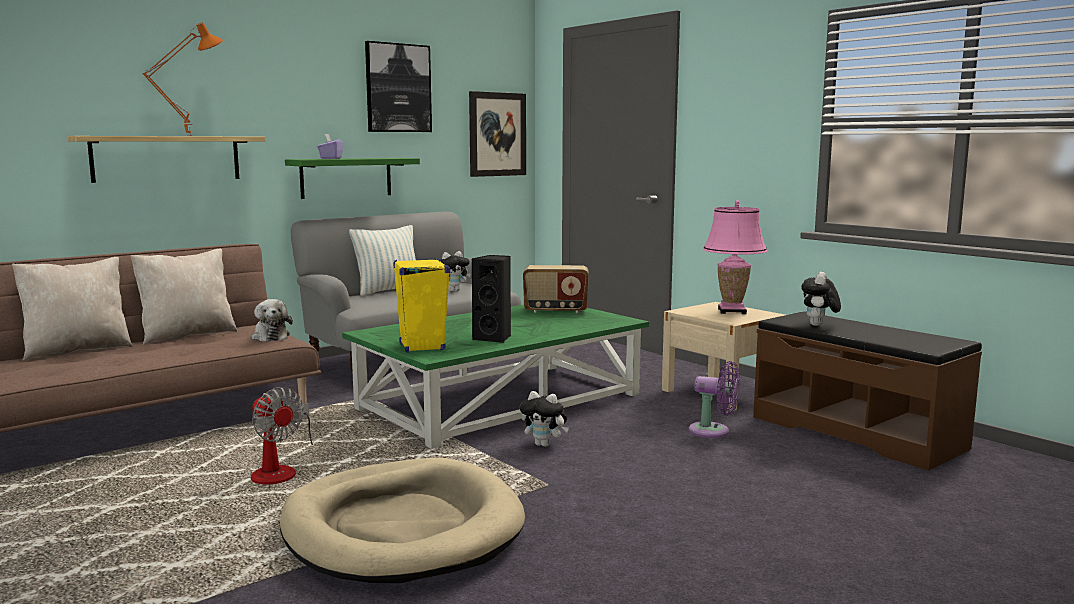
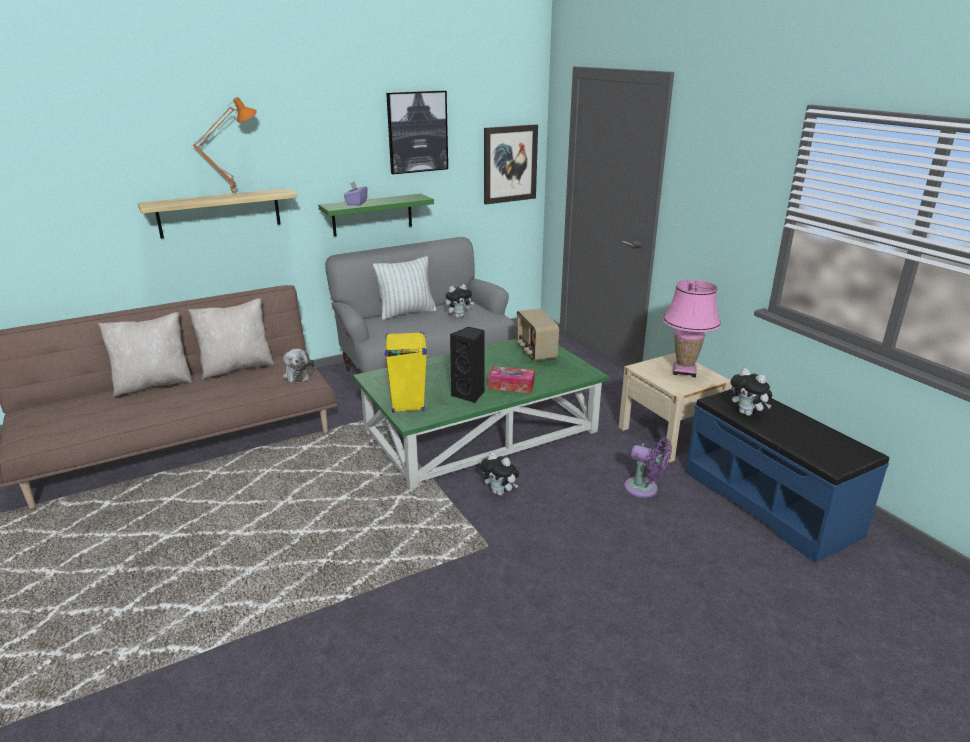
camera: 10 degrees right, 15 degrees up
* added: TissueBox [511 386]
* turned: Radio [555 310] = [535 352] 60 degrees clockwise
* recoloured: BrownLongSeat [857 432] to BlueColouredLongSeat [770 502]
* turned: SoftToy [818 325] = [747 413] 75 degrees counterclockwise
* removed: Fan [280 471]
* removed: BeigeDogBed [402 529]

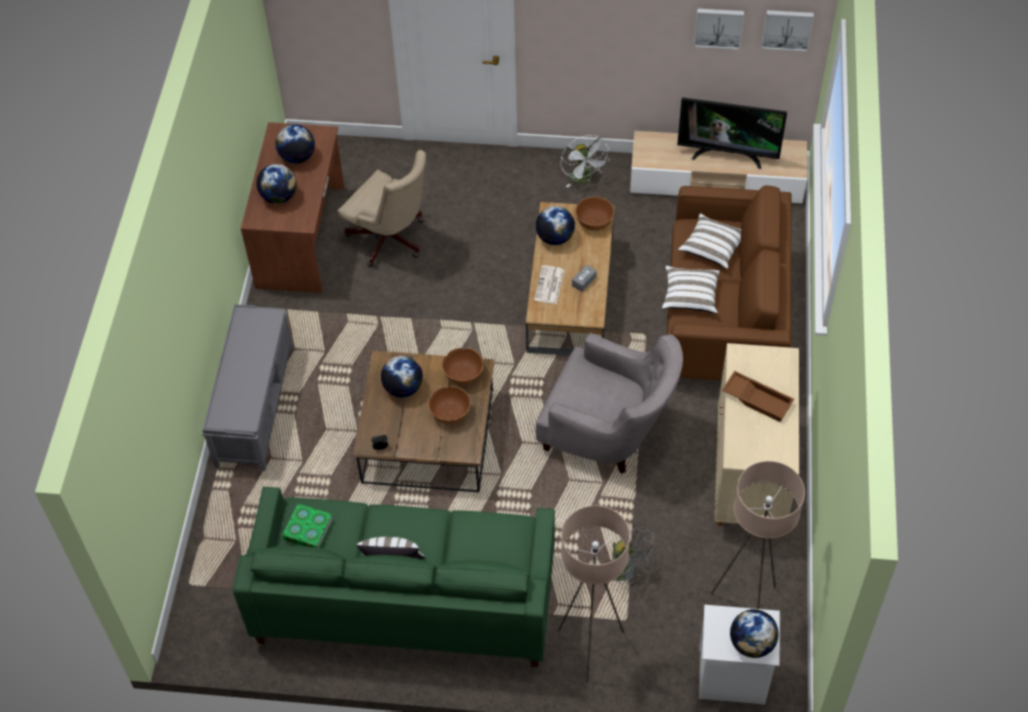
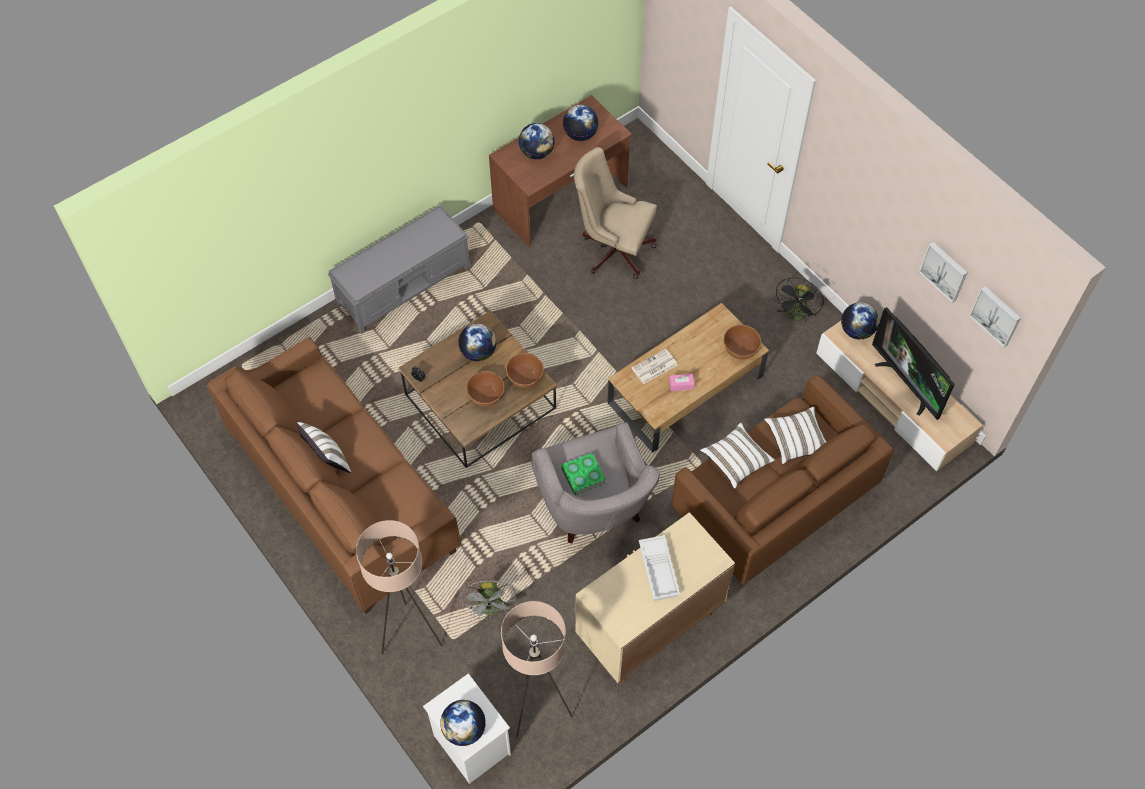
camera: 45 degrees right, 5 degrees up
* recoloured: GreenColouredCouch [404 599] to BrownCouch [343 493]
* moved: BoundBook [308 529] to [583 476]
* turned: BeigeOfficeChair [391 241] = [613 249] 120 degrees clockwise
* recoloured: BrownServingTray [758 399] to WhiteServingTray [659 570]
* recoloured: GreyishTissueBox [584 281] to PinkishTissueBox [681 385]
* recoloured: WhiteFan [584 179] to BlackishFan [796 315]
* moved: DeskGlobe [555 238] to [857 331]

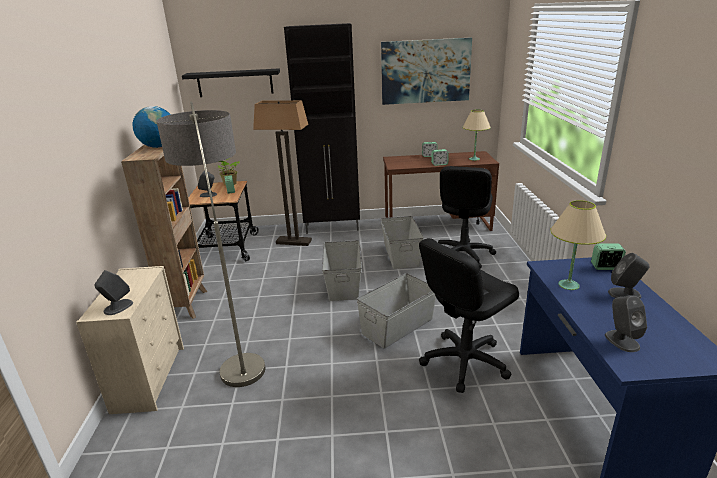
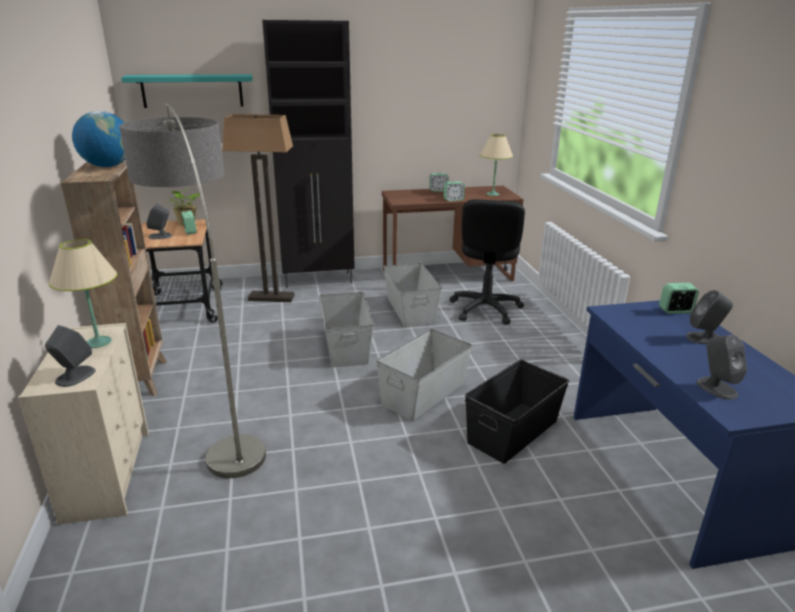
camera: 10 degrees left, 0 degrees up
* moved: BeigeTableLamp [568 285] to [99 342]
* recoloured: BlackishBracketShelf [235 83] to TurquoiseBracketShelf [192 91]
* replaced: BlackishOfficeChair [464 362] to BlackishStorageBin [512 431]
* removed: Picture [425 71]

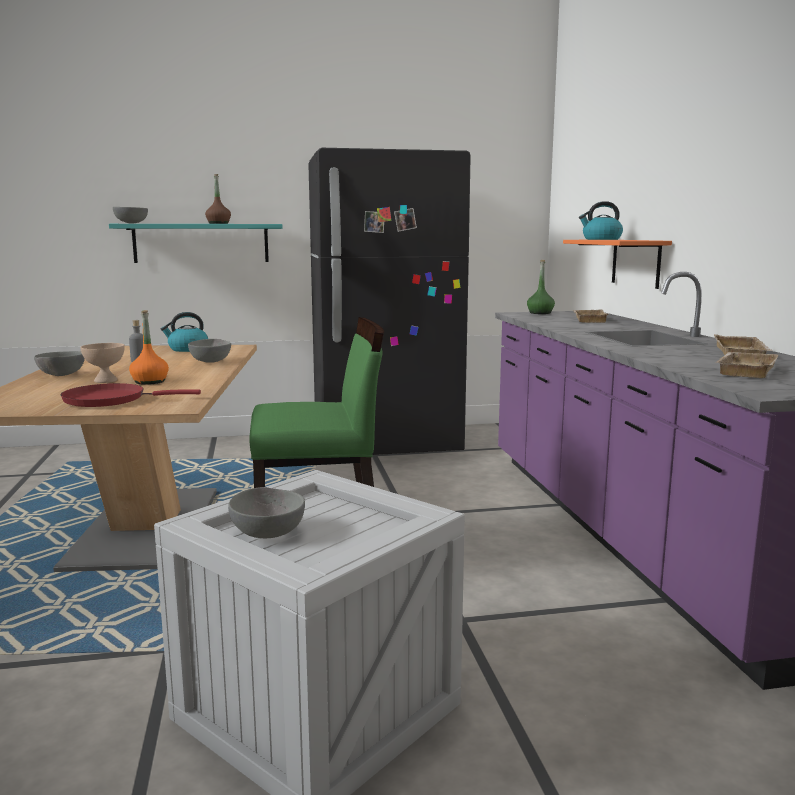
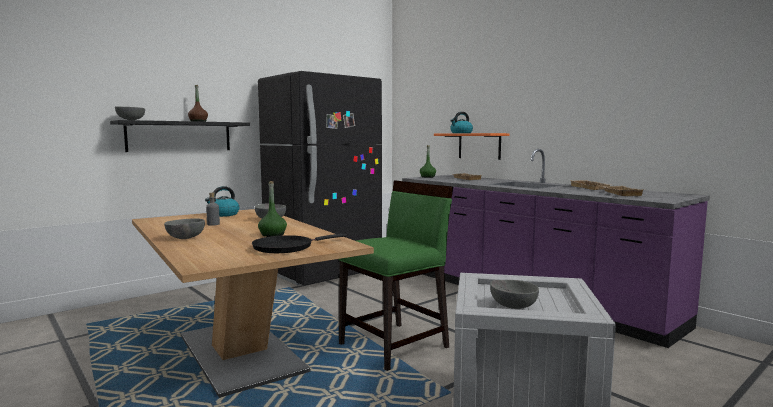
camera: 30 degrees left, 5 degrees down
* recoloured: TurquoiseBracketShelf [201 243] to BlackishBracketShelf [179 136]
* recoloured: RedSkillet [110 400] to BlackishSkillet [286 247]
* recoloured: OrangeDrinkBottle [150 382] to GreenColouredDrinkBottle [272 235]
* removed: BeigeServingBowl [106 381]

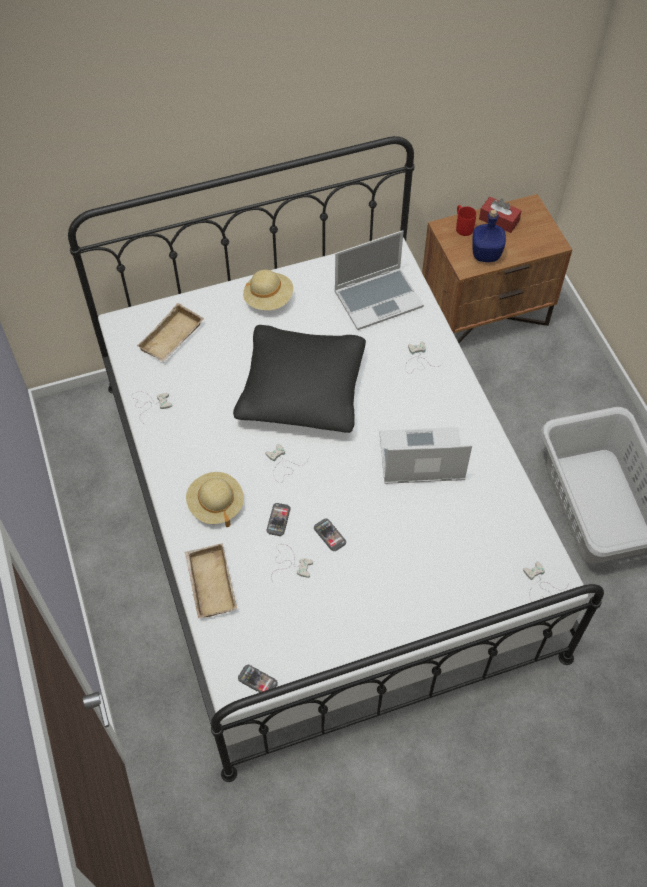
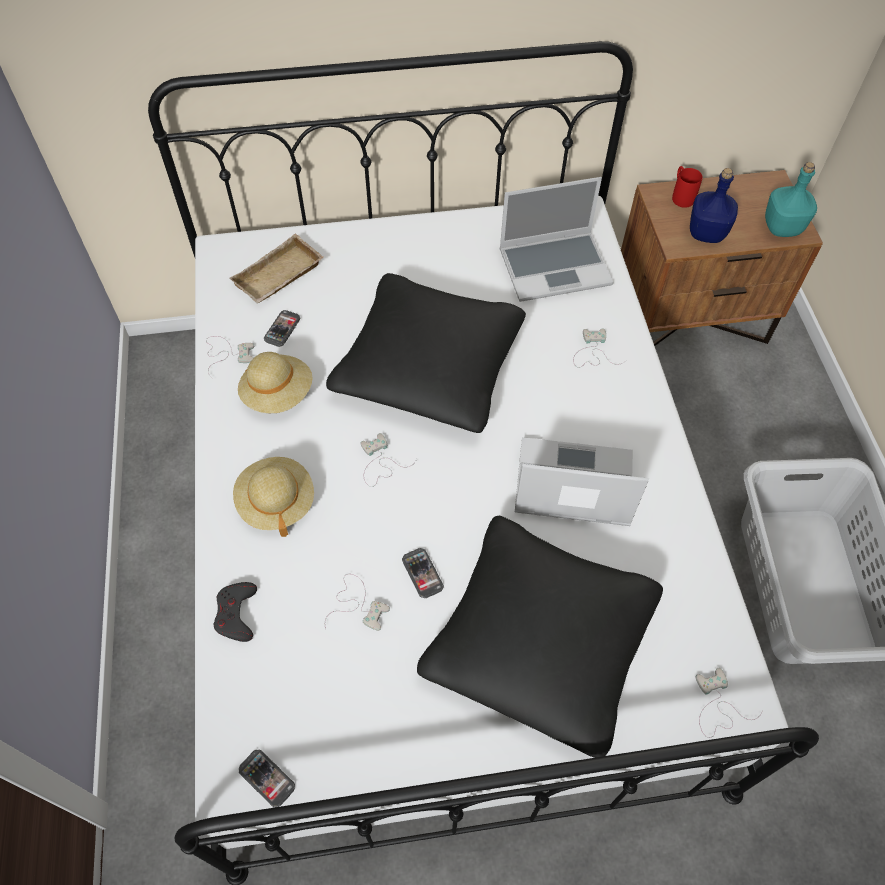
camera: 10 degrees right, 0 degrees up
* replaced: BeigeServingTray [209 583] to GreyishGamepad [236 614]
* moved: BeigeClothingHat [268 299] to [278 394]
* moved: Phone [278 520] to [282 329]
* added: BlackishPillow [540 641]
* added: TurquoiseDrinkBottle [783 227]
* removed: RedTissueBox [499 220]

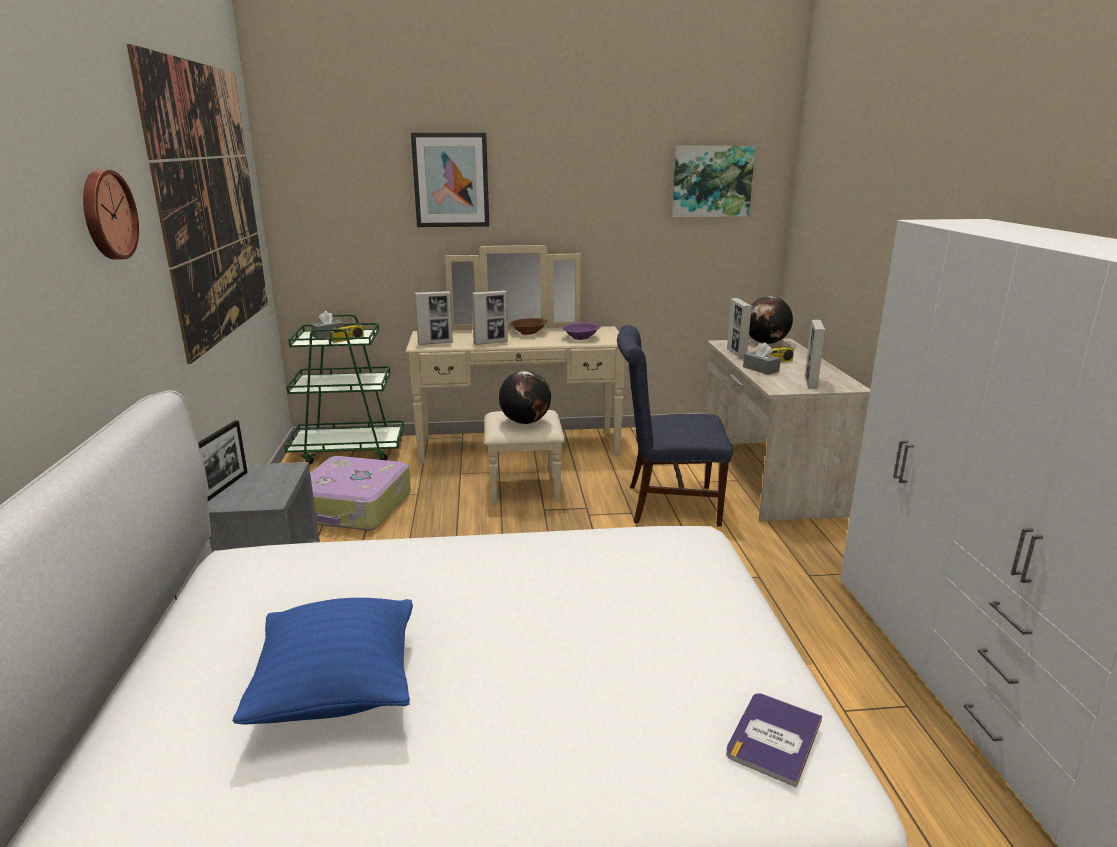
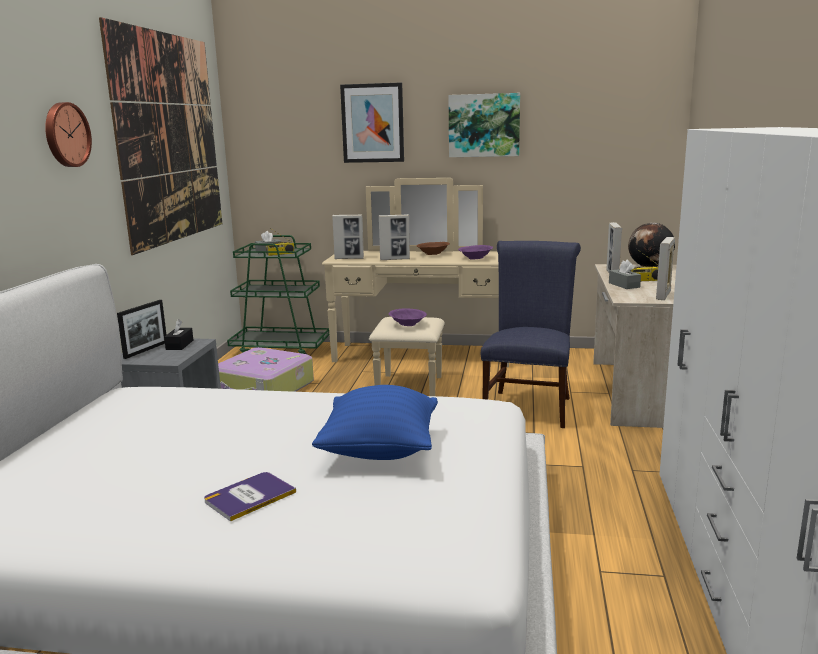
camera: 15 degrees right, 5 degrees down
* added: BlackishTissueBox [179 345]
* moved: BoundBook [774 738] to [249 496]
* moved: BlueColouredPillow [337 691] to [380 451]
* replaced: DeskGlobe [525 422] to PurpleServingBowl [407 324]
* moved: Picture [711 181] to [484 125]
* turned: BlueColouredChair [665 504] = [528 406] 90 degrees clockwise

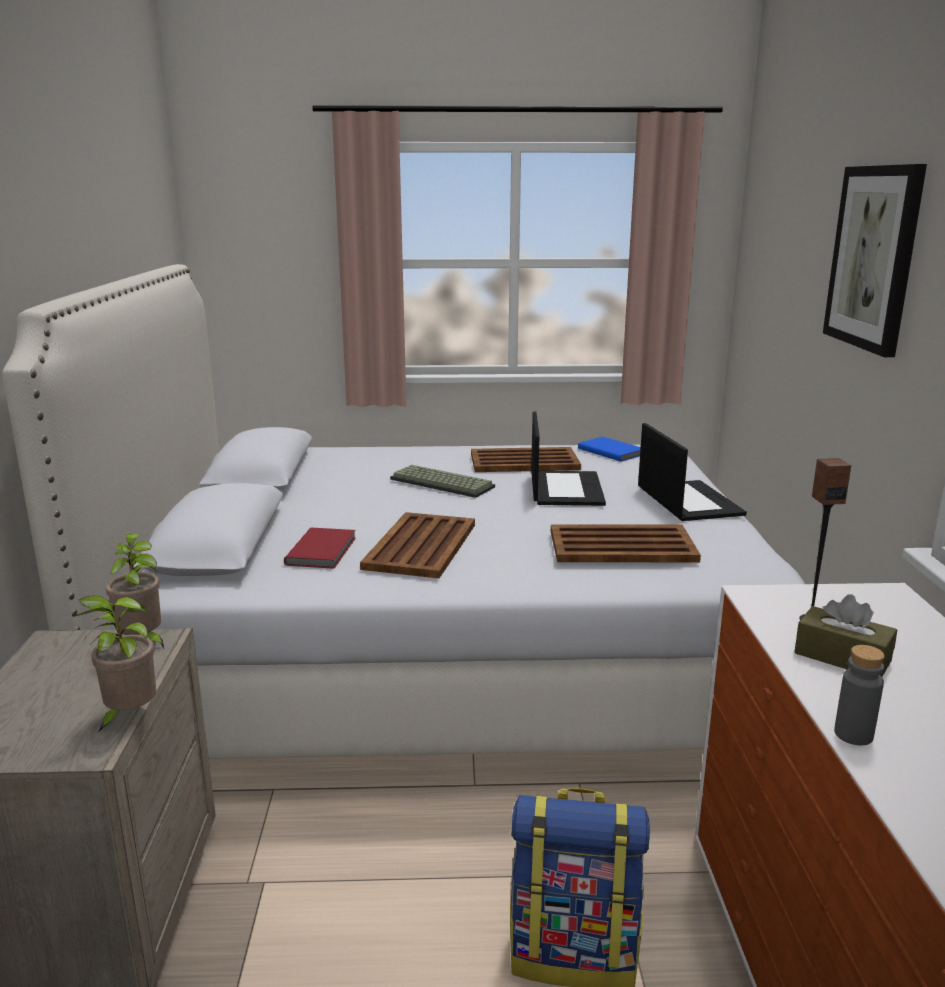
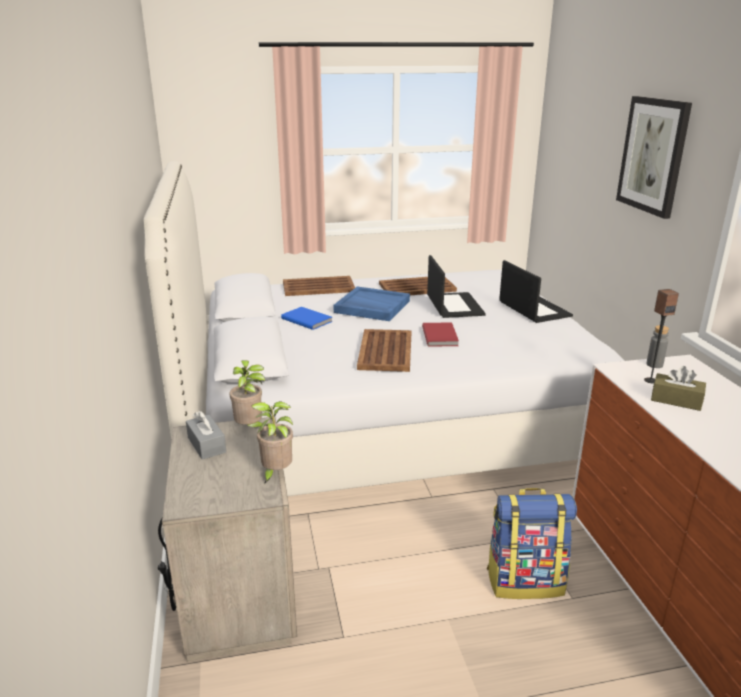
camera: 10 degrees left, 5 degrees up
* added: GreyishTissueBox [206 445]
* moved: BlueColouredBoundBook [611 451] to [307 319]
* moved: BrownServingTray [623 546] to [319 287]
* replaced: PcKeyboard [440 483] to BlueColouredServingTray [371 307]
* moved: RedBoundBook [323 550] to [441 336]
* moved: GreyishDrinkBottle [853 734] to [654 364]

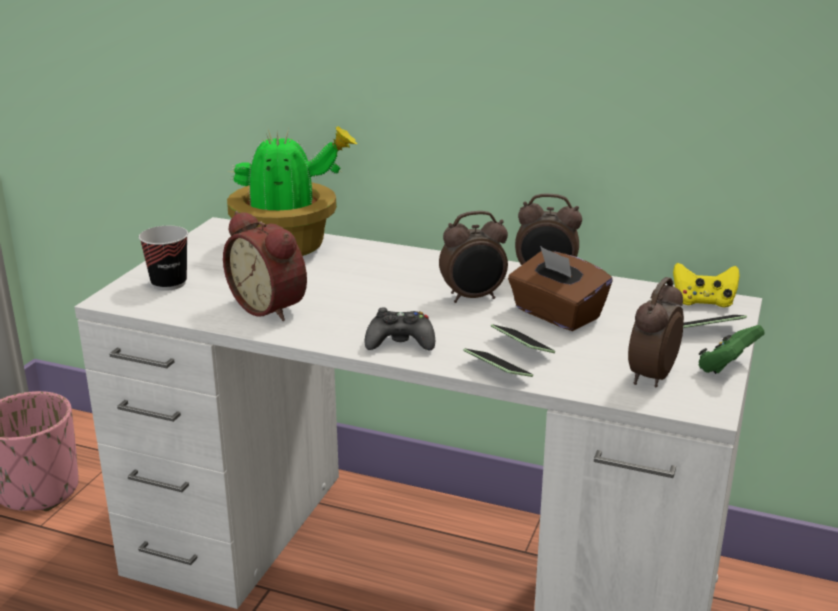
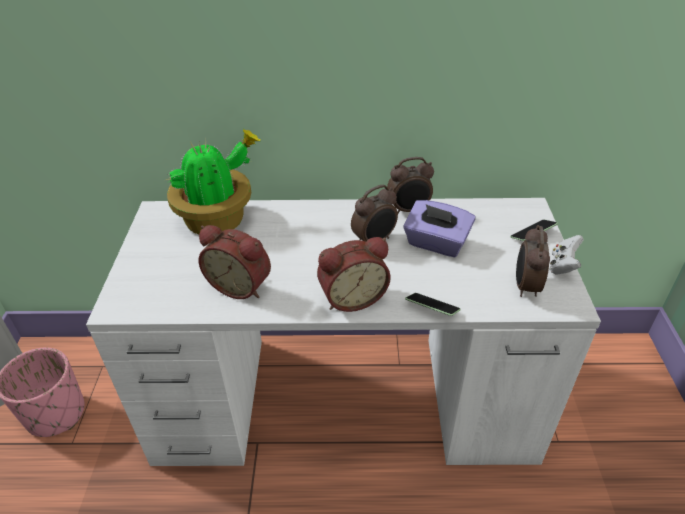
camera: 20 degrees left, 15 degrees up
* replaced: BlackishGamepad [400 342] to TableClock [352 297]
* recoloured: BrownTissueBox [556 314] to PurpleTissueBox [436 243]
* recoloured: GreenColouredGamepad [726 367] to WhiteGamepad [562 266]
* removed: SmallCup [169 283]
* removed: Phone [522 348]
* removed: YellowColouredGamepad [703 302]

